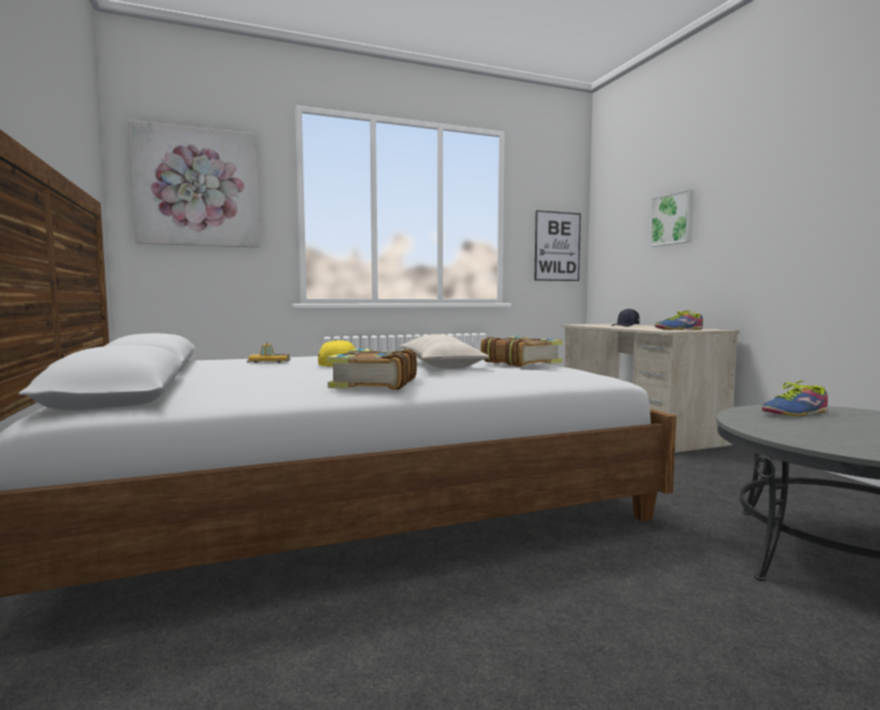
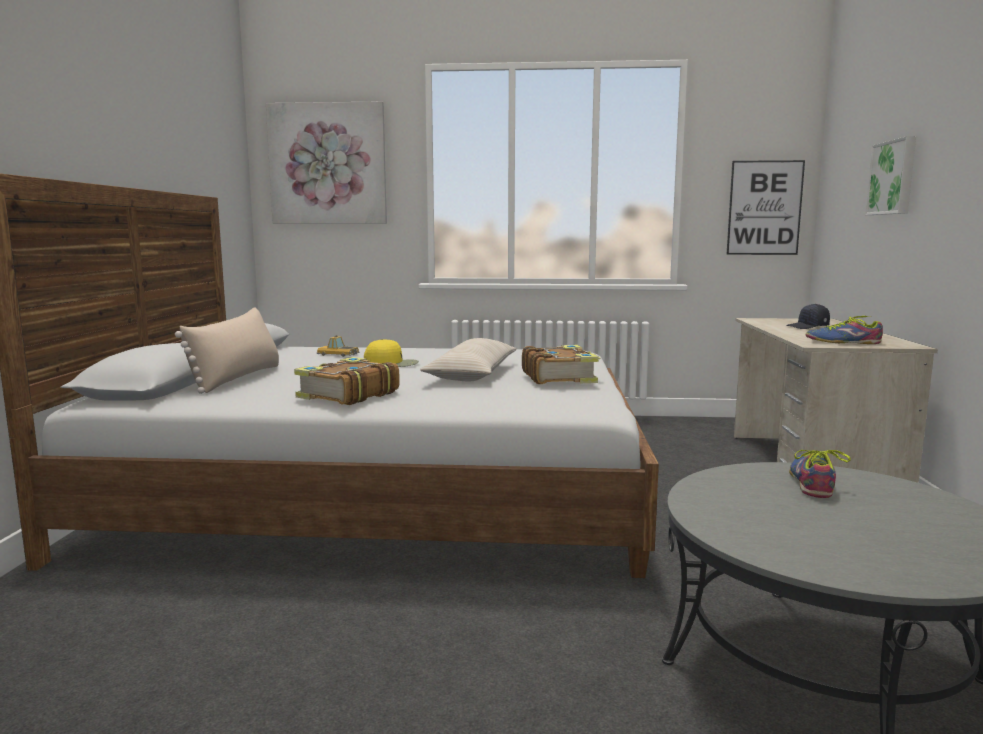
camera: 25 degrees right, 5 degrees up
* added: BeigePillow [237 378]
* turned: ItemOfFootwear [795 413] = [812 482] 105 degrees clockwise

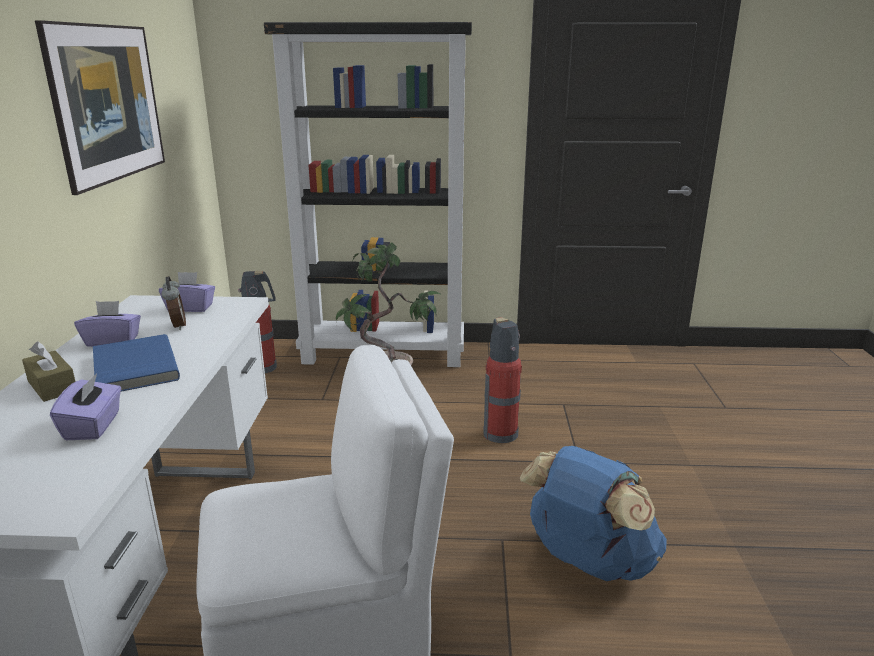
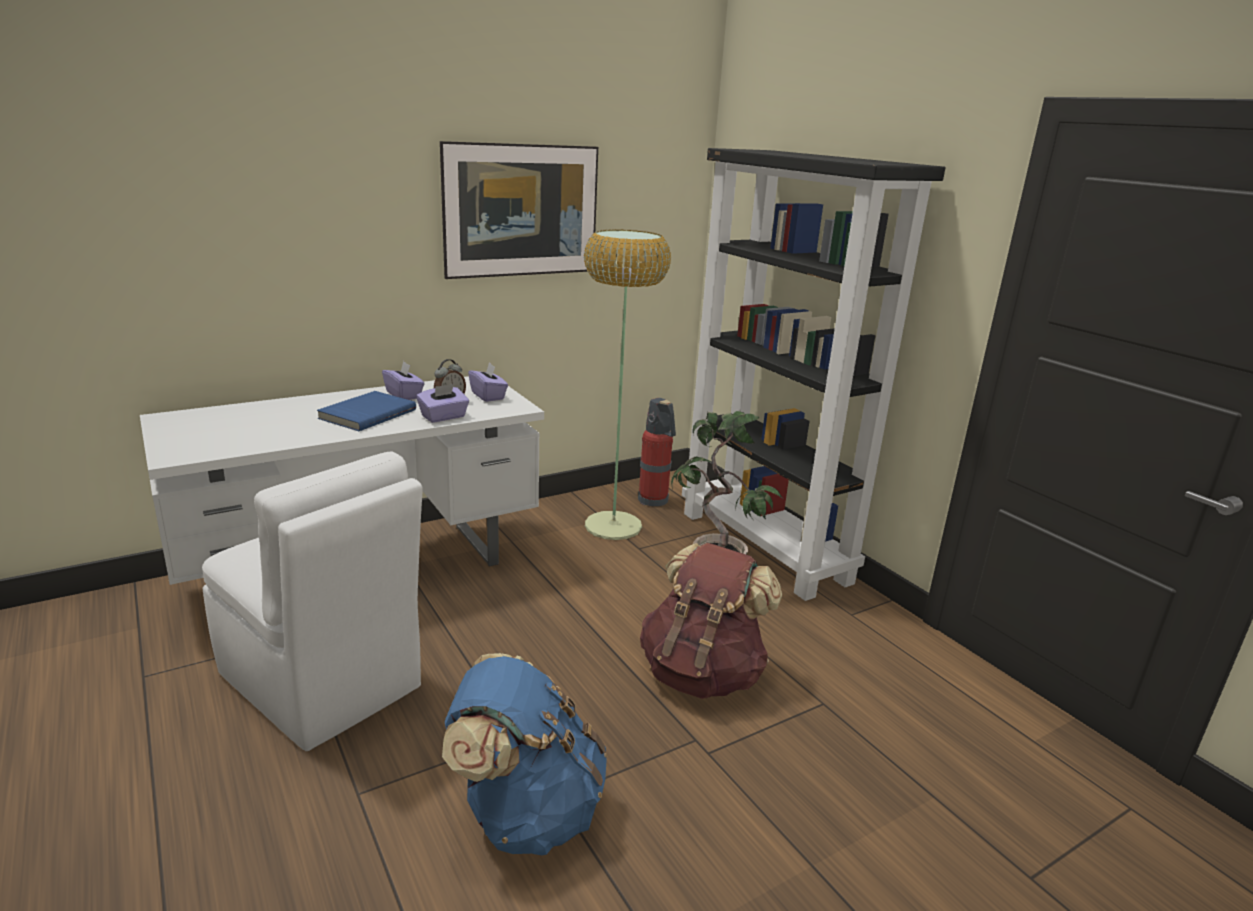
camera: 55 degrees right, 0 degrees up
* moved: PurpleTissueBox [93 426] to [444 417]
* added: StandingLamp [612 526]
* replaced: FireFightingCylinder [499 433] to BrownBackpack [702 673]
* removed: BrownTissueBox [52 386]

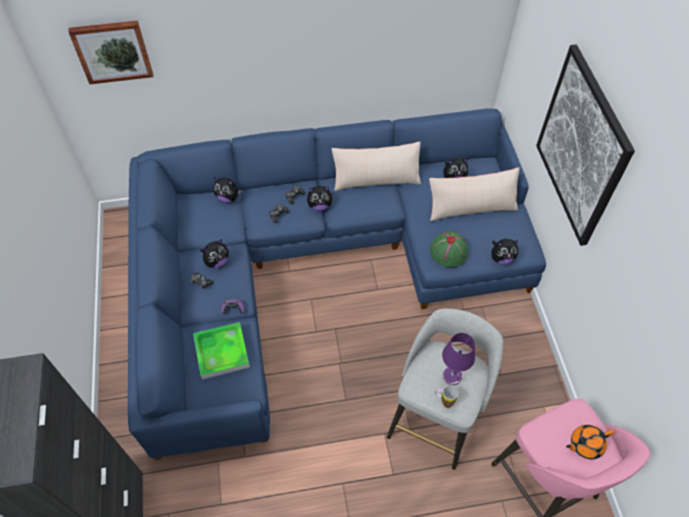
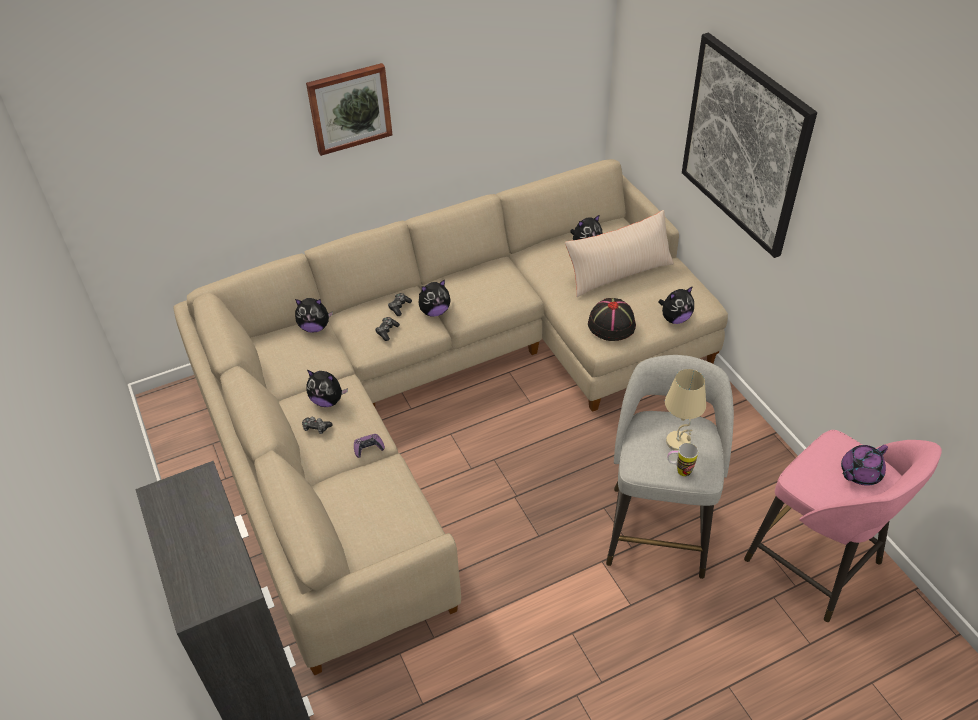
camera: 15 degrees left, 10 degrees down
* recoloured: BlueColouredCouch [316 264] to BeigeCouch [443 393]
* moved: Picture [112 51] to [349 108]
* turned: SoftToy [217 261] = [327 400] 75 degrees clockwise
* recoloured: GreenColouredClothingHat [449 251] to BlackishClothingHat [611 324]
* recoloured: PurpleTableLamp [452 376] to BeigeTableLamp [678 442]
* recoloured: OrangePotForTea [585 444] to PurplePotForTea [859 473]
* removed: ServingTray [222 352]
* removed: BeigePillow [376 179]

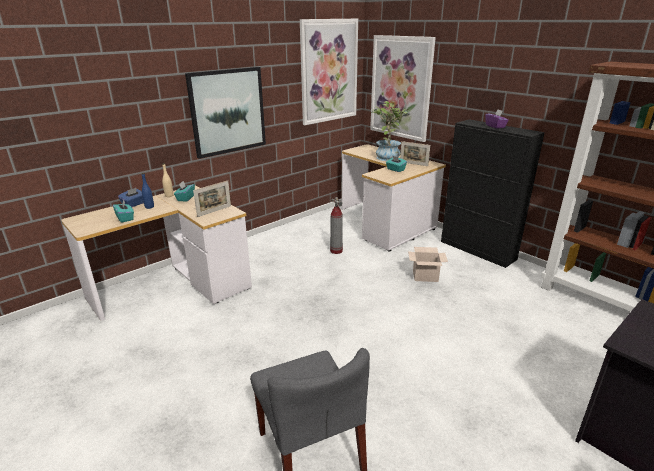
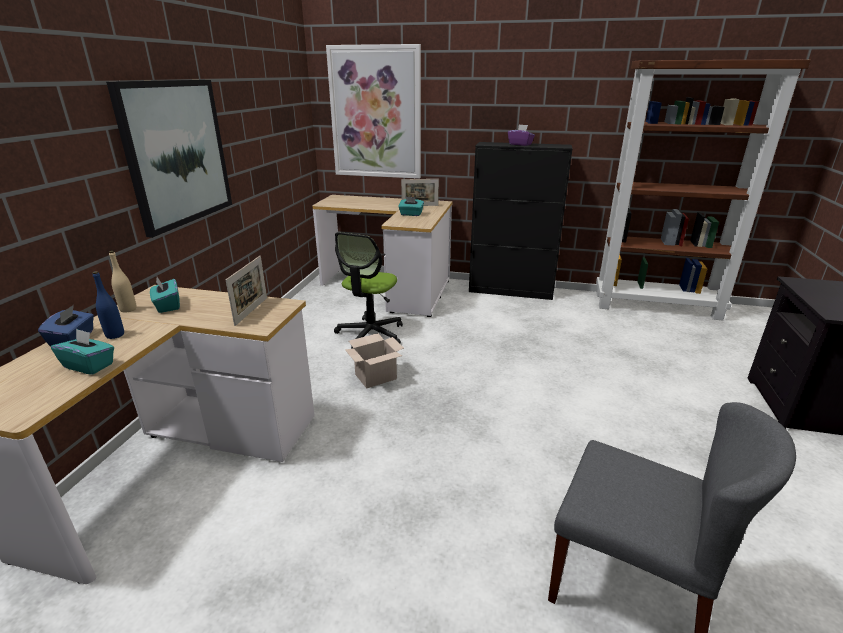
camera: 35 degrees left, 0 degrees up
* replaced: FireFightingCylinder [336 251] to OfficeChair [370 334]
* moved: CardboardBox [426 276] to [376 376]
* removed: Picture [329 71]
* removed: PlantInAPot [387 156]

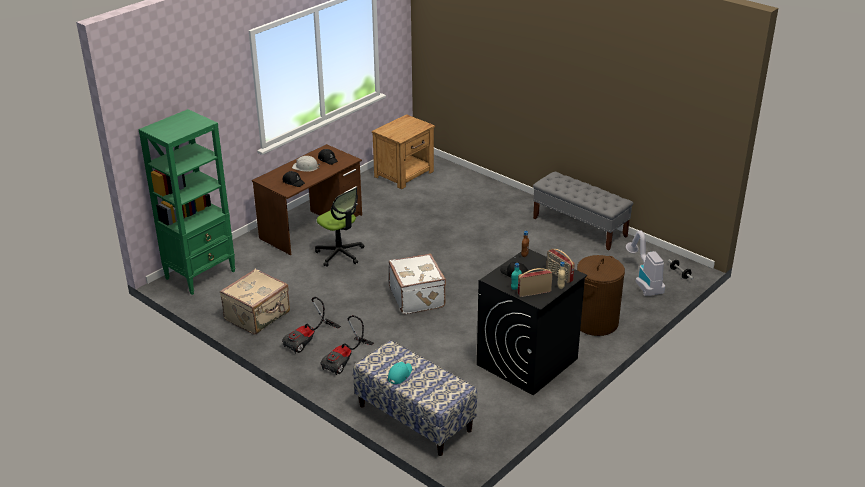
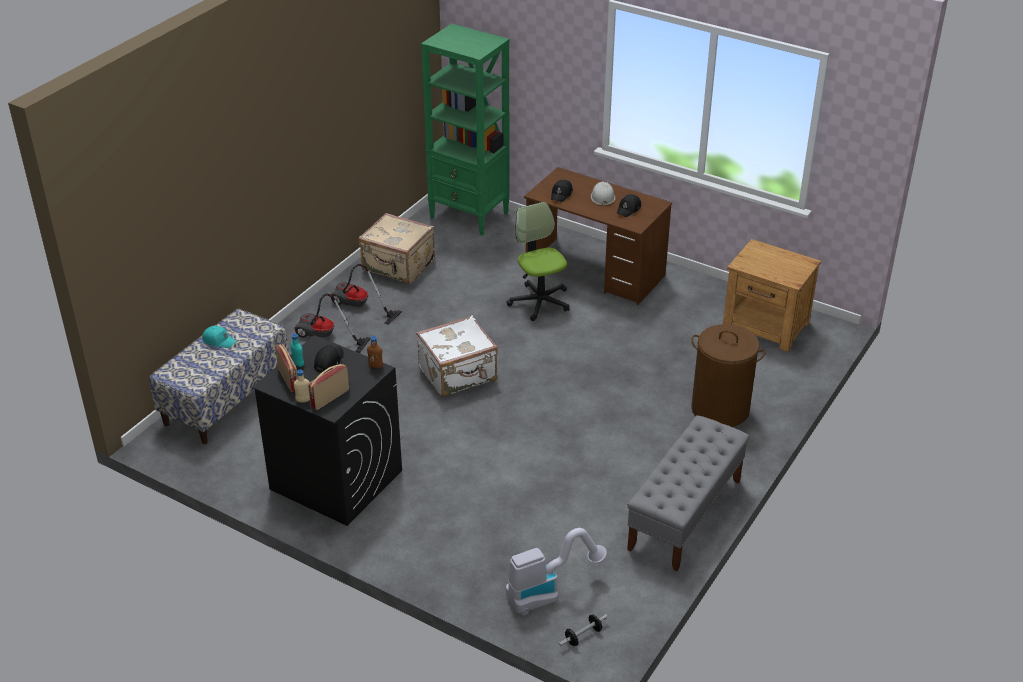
camera: 80 degrees right, 5 degrees up
* turned: OfficeChair [340 254] = [540 302] 120 degrees clockwise
* moved: BrownWashingBasket [595 322] to [720 409]

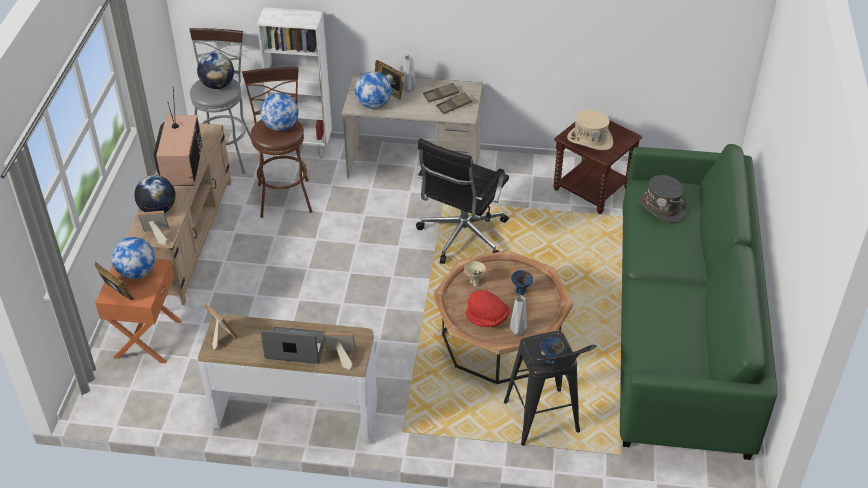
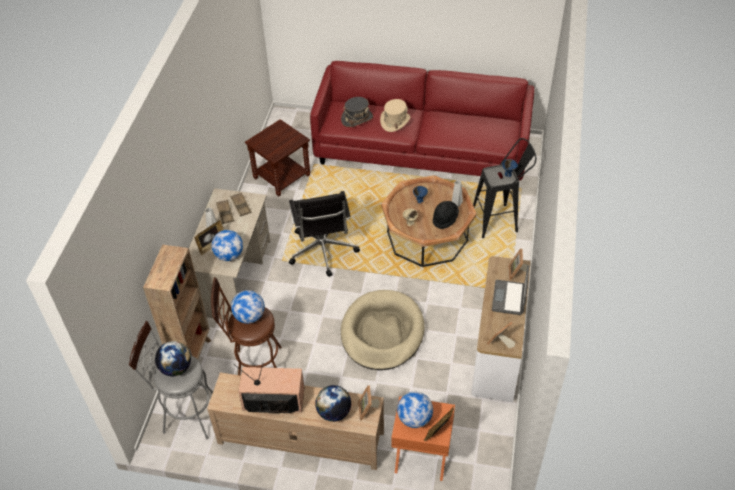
camera: 85 degrees left, 5 degrees up
* recoloured: WhiteBookcase [303 147] to BrownBookcase [192 355]
* turned: BlackishOfficeChair [461 236] = [322 251] 45 degrees clockwise
* recoloured: GreenColouredCouch [682 330] to RedCouch [421 150]
* added: BeigeDogBed [382 332]
* moved: BeigeClothingHat [590 140] to [395 121]
* recoloured: RedClothingHat [487 318] to BlackishClothingHat [445 219]

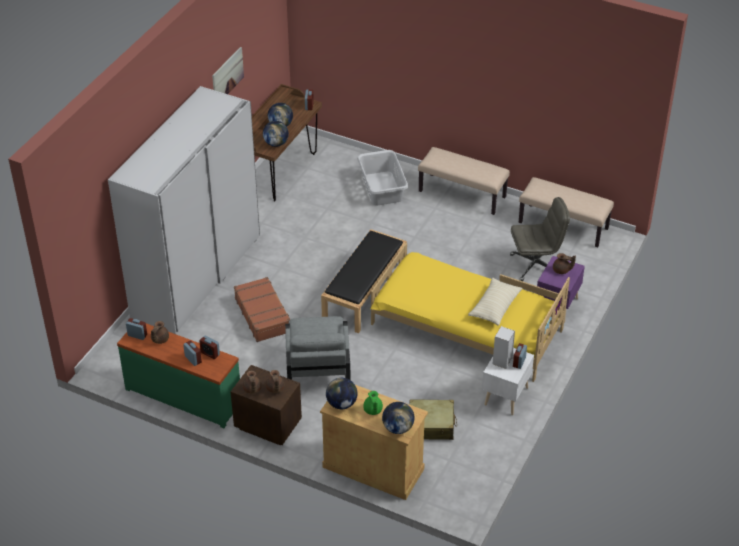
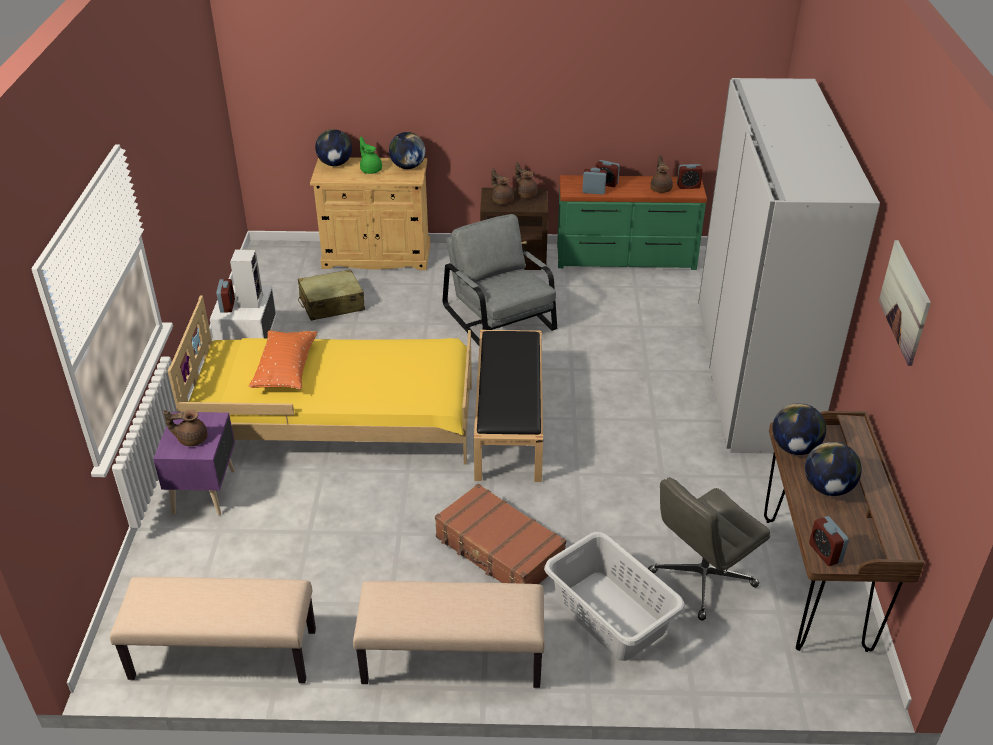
camera: 155 degrees right, 5 degrees down
* recoloured: BeigePillow [495 307] to OrangePillow [286 369]
* moved: BrownPieceOfLuggage [263 315] to [499 550]
* moved: GreyishOfficeChair [536 265] to [701 580]

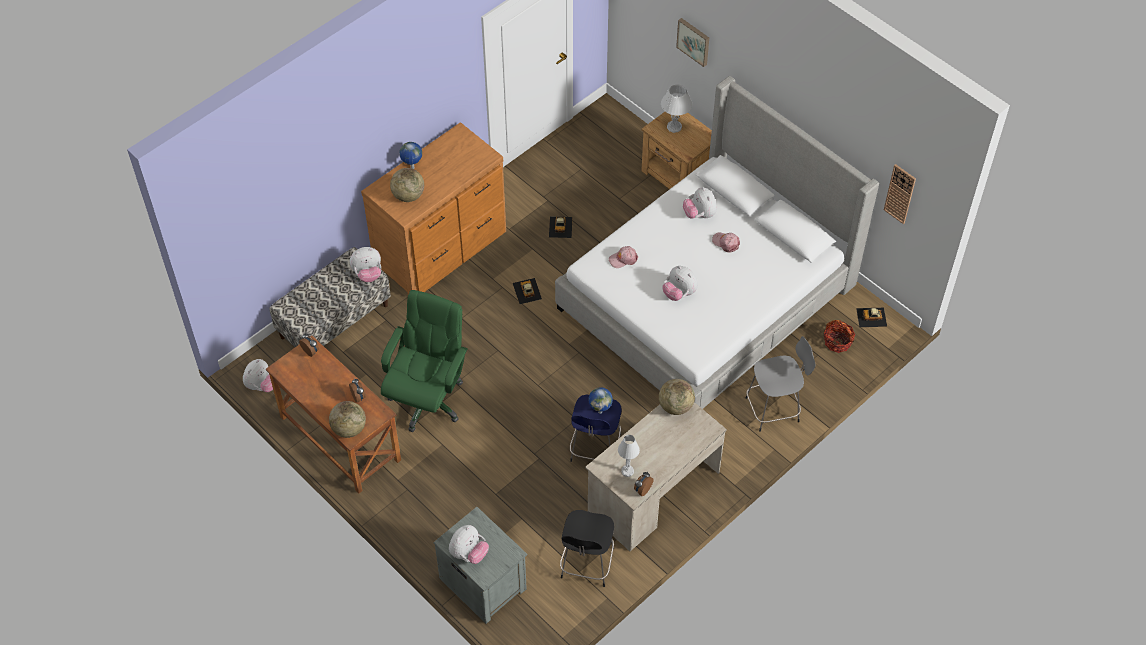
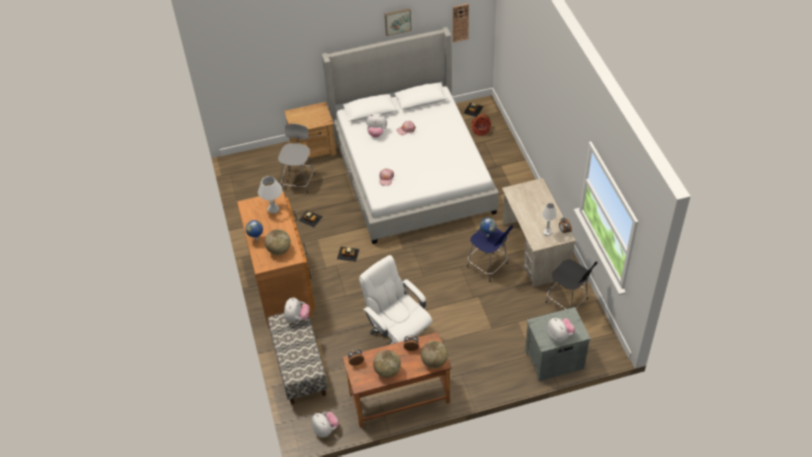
camera: 60 degrees left, 5 degrees down
* moved: WhiteTableLamp [675 127] to [273 208]
* moved: GreyishStool [774 409] to [299 181]
* recoloured: GreenColouredOfficeChair [427 399] to WhiteOfficeChair [398 337]
* moved: DeskGlobe [675 406] to [387 371]
* moved: Picture [694 41] to [397 21]
* removed: SoftToy [679 293]

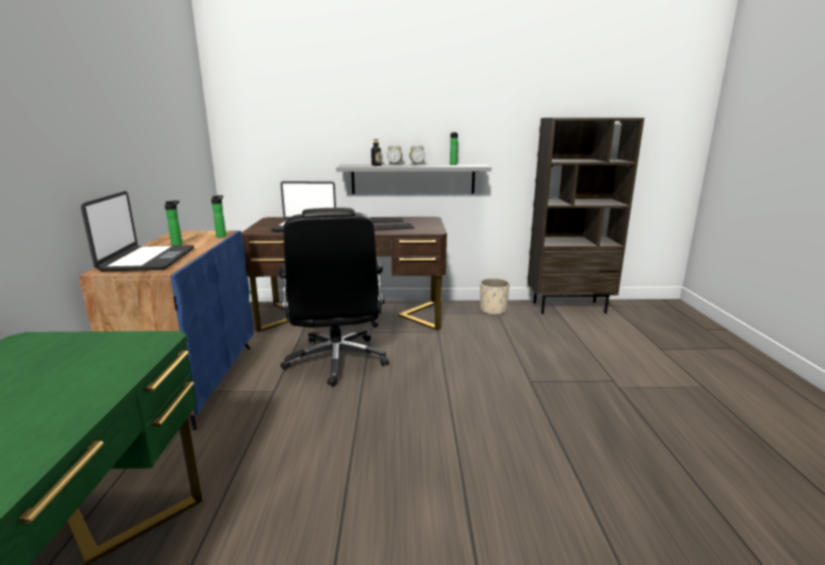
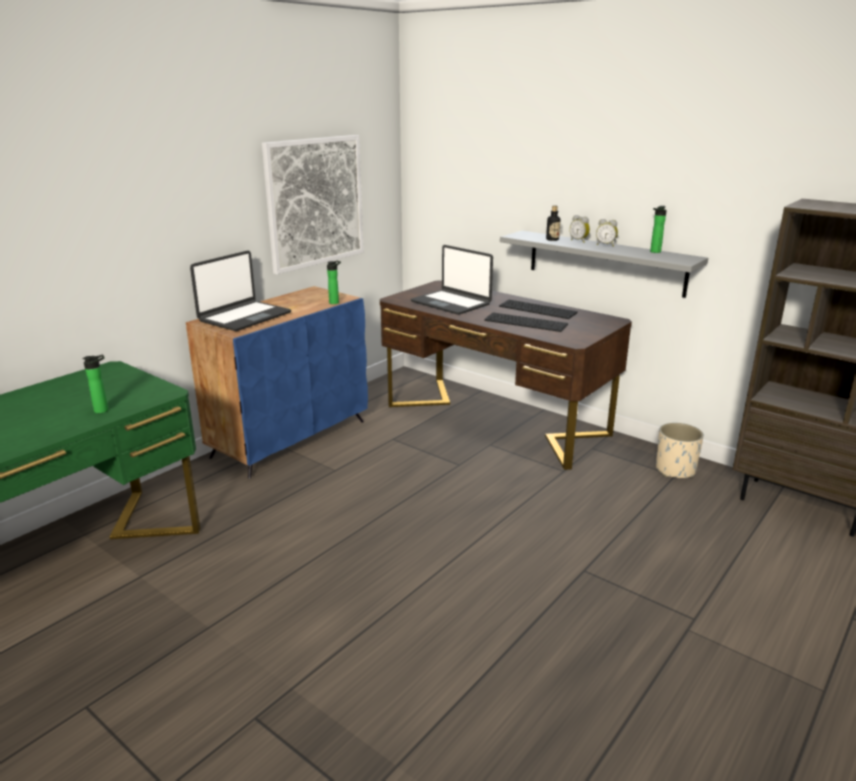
camera: 40 degrees right, 5 degrees up
* moved: DrinkBottle [178 244] to [103 410]
* added: Picture [315 202]
* removed: BlackishOfficeChair [336 360]

